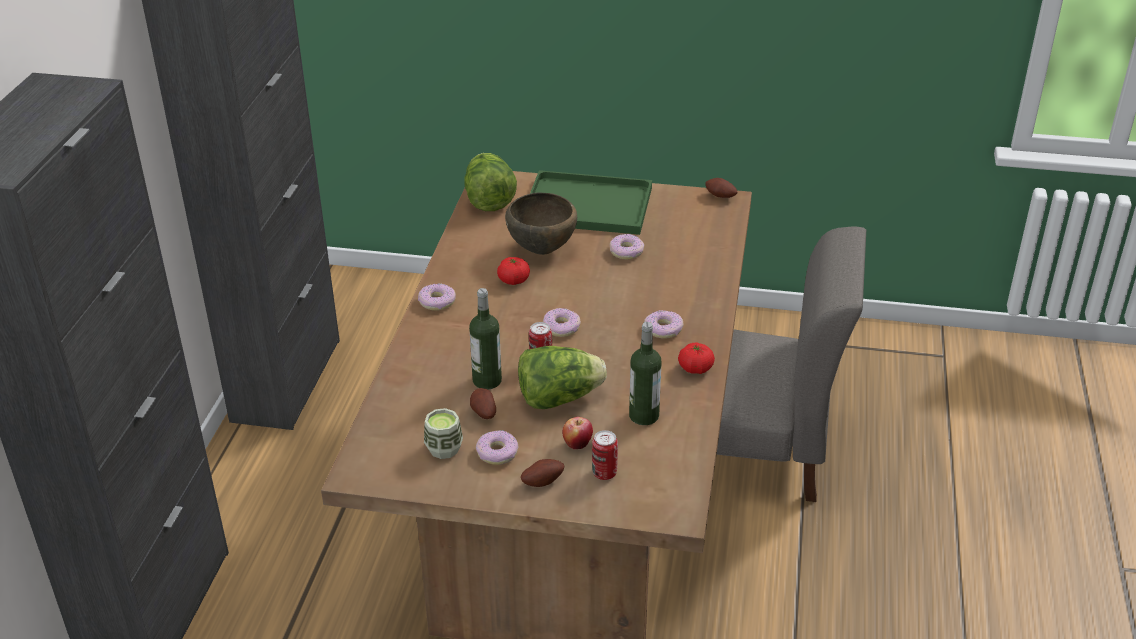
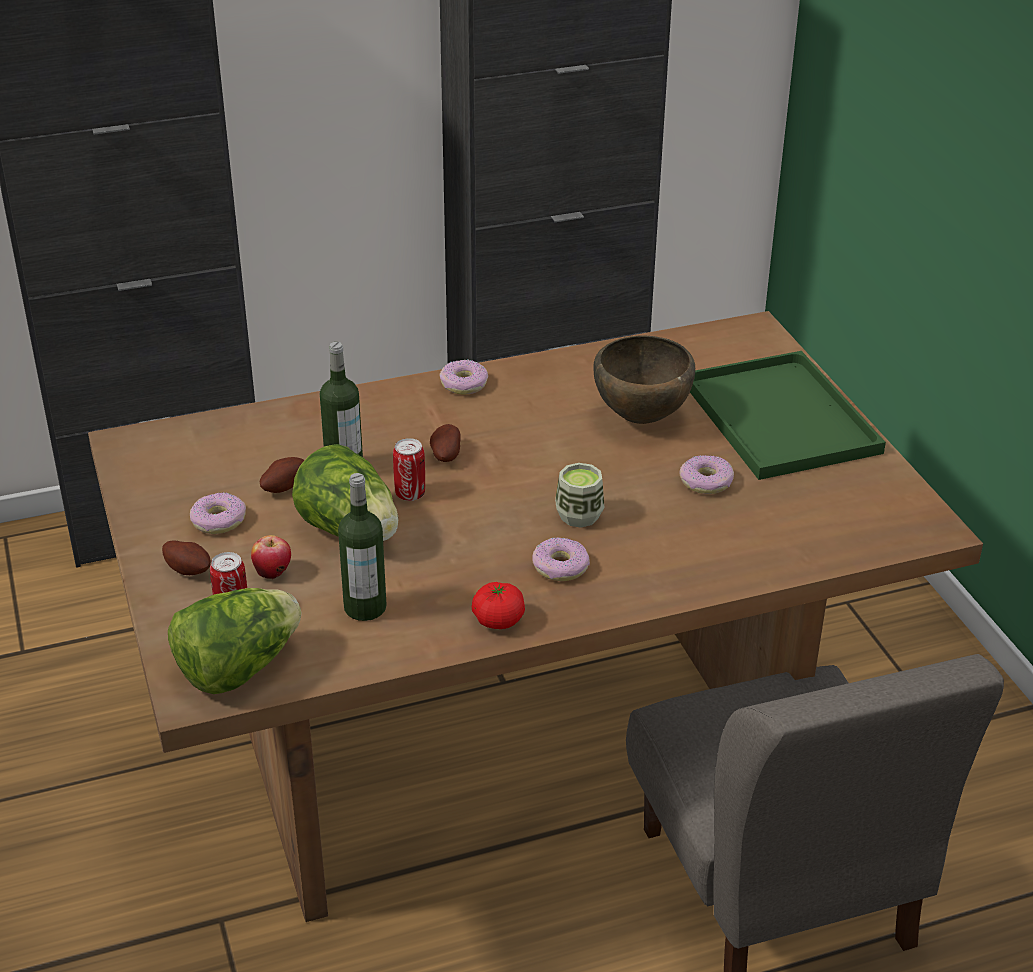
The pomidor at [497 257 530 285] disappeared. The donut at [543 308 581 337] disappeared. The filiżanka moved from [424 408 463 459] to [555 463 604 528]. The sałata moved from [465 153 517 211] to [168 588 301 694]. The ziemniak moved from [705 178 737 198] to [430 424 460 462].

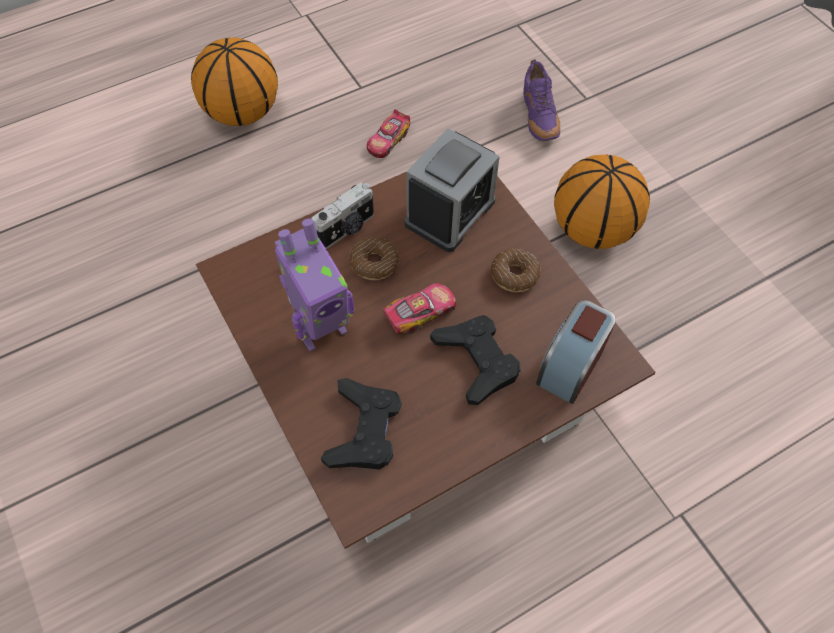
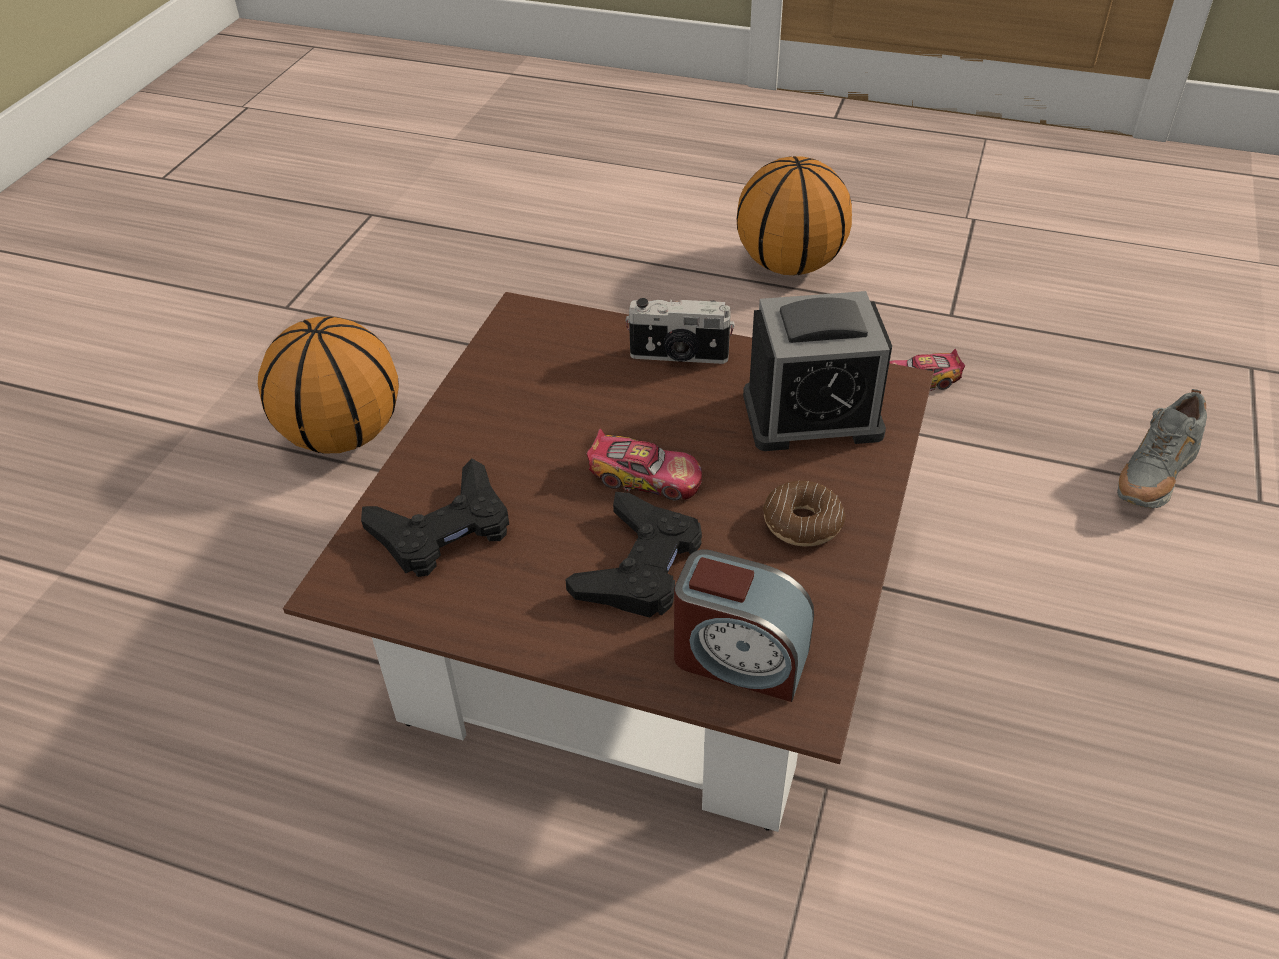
The robot zabawkowy at [275 218 354 351] disappeared. The donut at [349 237 399 280] disappeared. The piłka do koszykówki moved from [554 155 650 249] to [258 317 399 454]. The but (fioletowy) at [523 59 560 141] became the but (szary) at [1117 389 1207 508]. The budzik at [536 300 616 404] turned 150 degrees counterclockwise.

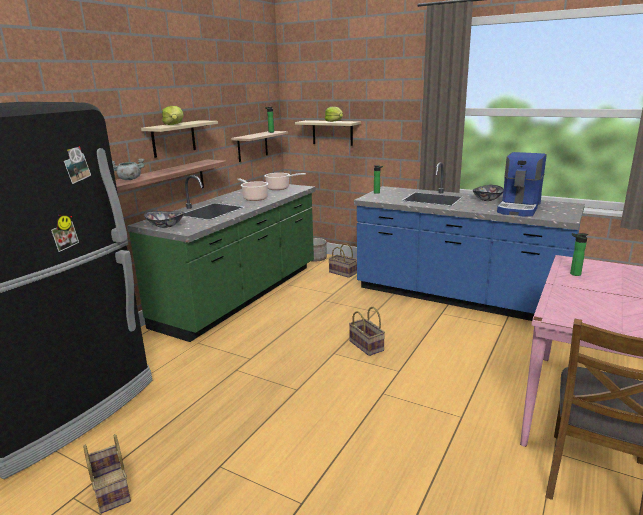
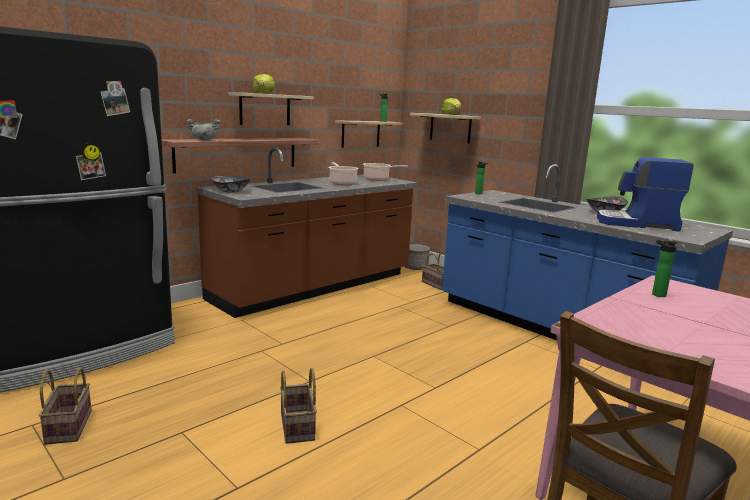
The koszyk moved from [349 307 385 356] to [280 368 317 444]. The zabudowa kuchenna (zielony) at [127 175 315 342] became the zabudowa kuchenna (brązowy) at [196 148 418 318]. The ekspres do kawy at [497 152 546 217] turned 60 degrees clockwise.

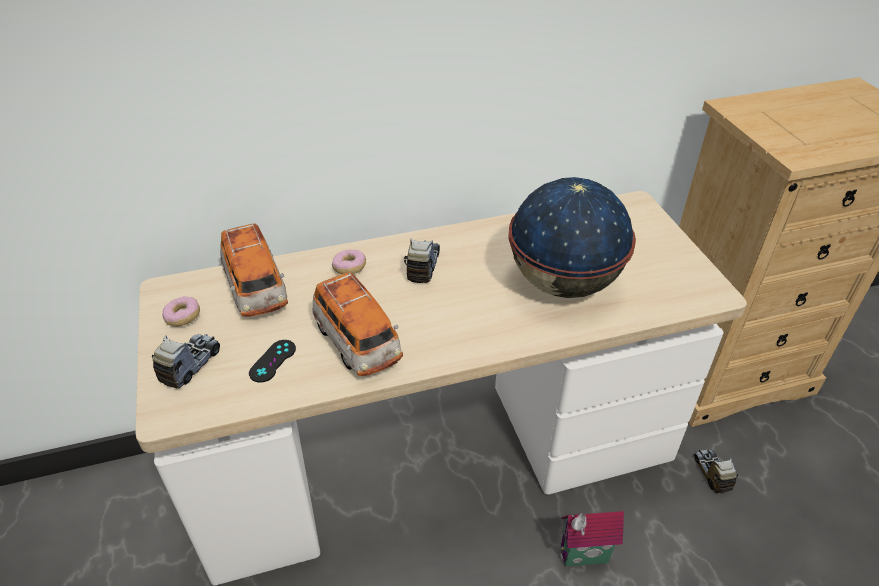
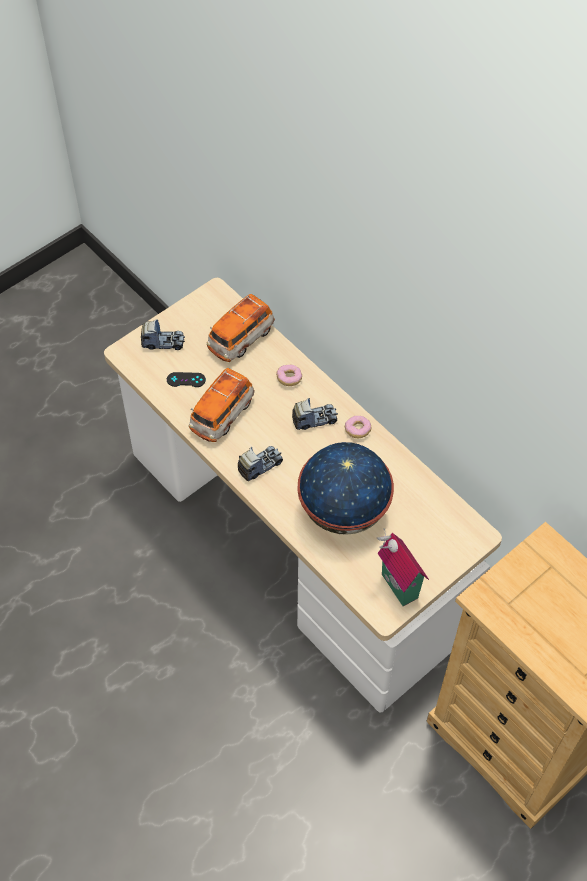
The donut moved from [162 296 200 327] to [345 416 372 438]. The domek moved from [560 511 624 566] to [377 528 429 606]. The ciężarówka zabawkowa moved from [694 448 738 493] to [238 446 283 481].

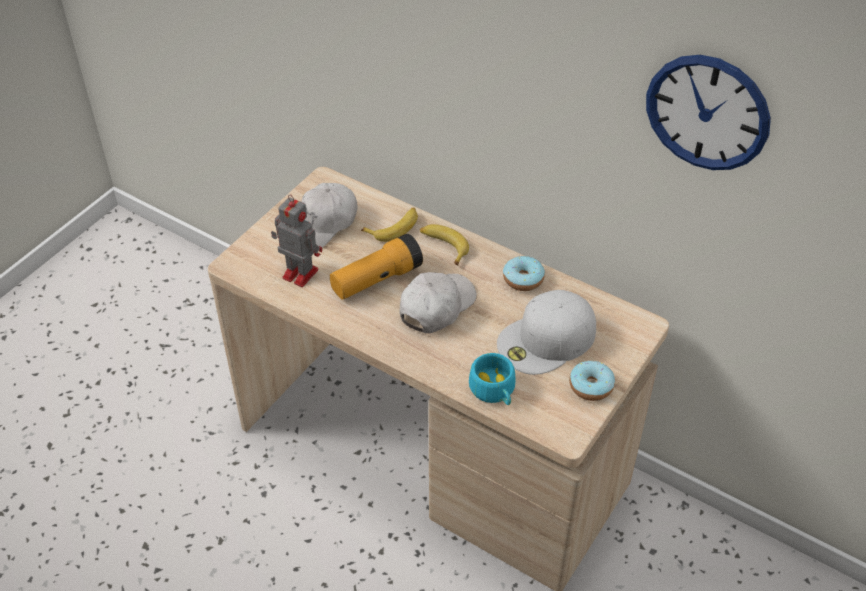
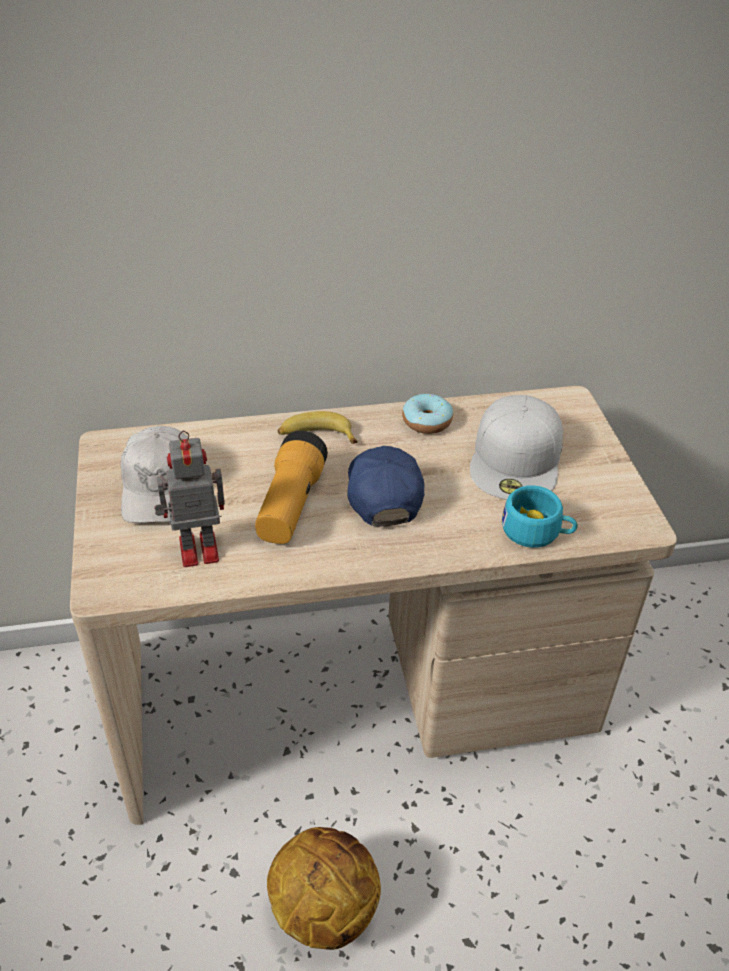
The banan at [361 208 418 242] disappeared. The donut at [569 361 615 401] disappeared. The zegar ścienny at [646 55 771 170] disappeared. The piłka do koszykówki at [267 827 381 950] appeared. The czapka z daszkiem (biały) at [400 272 477 333] became the czapka z daszkiem (niebieski) at [347 446 424 527].

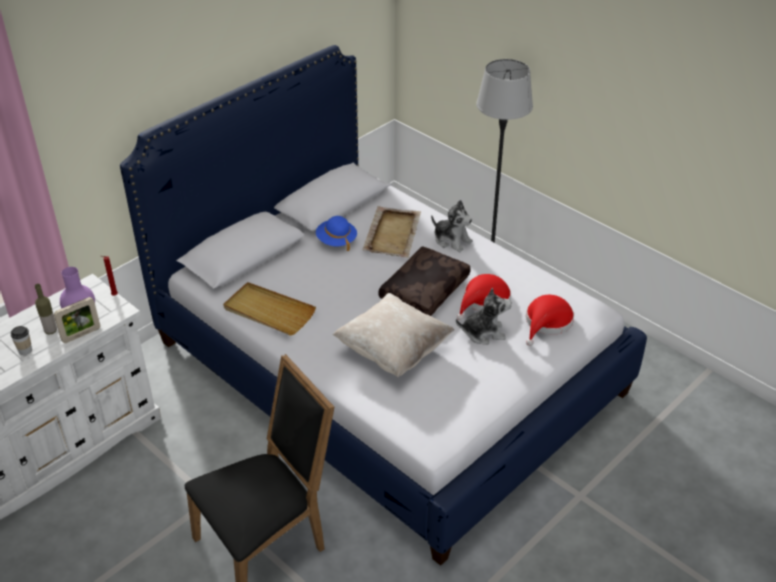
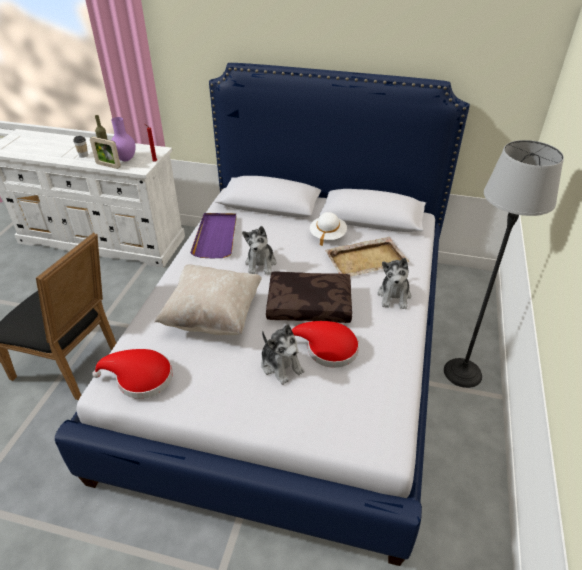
The pluszak at [242 226 276 275] appeared. The kapelusz (czerwony) moved from [526 295 574 346] to [92 349 173 399]. The taca (beżowy) at [223 282 316 336] became the taca (fioletowy) at [190 213 236 258]. The kapelusz (niebieski) at [316 216 357 251] became the kapelusz (biały) at [310 212 347 246].

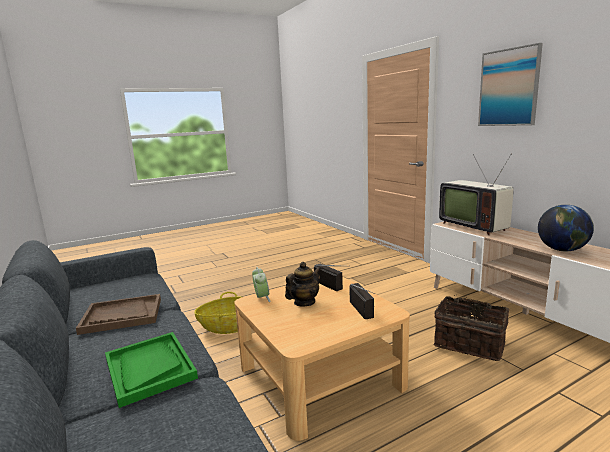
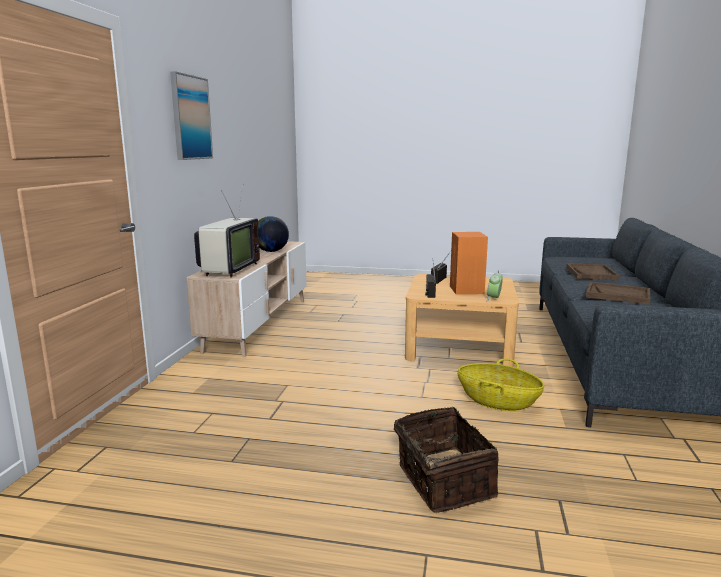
The koszyk moved from [433 295 509 361] to [394 407 499 513]. The imbryk at [285 262 321 307] was replaced by the głośnik (pomarańczowy) at [450 232 488 295]. The taca (zielony) at [105 332 198 408] became the taca (brązowy) at [566 263 619 280].

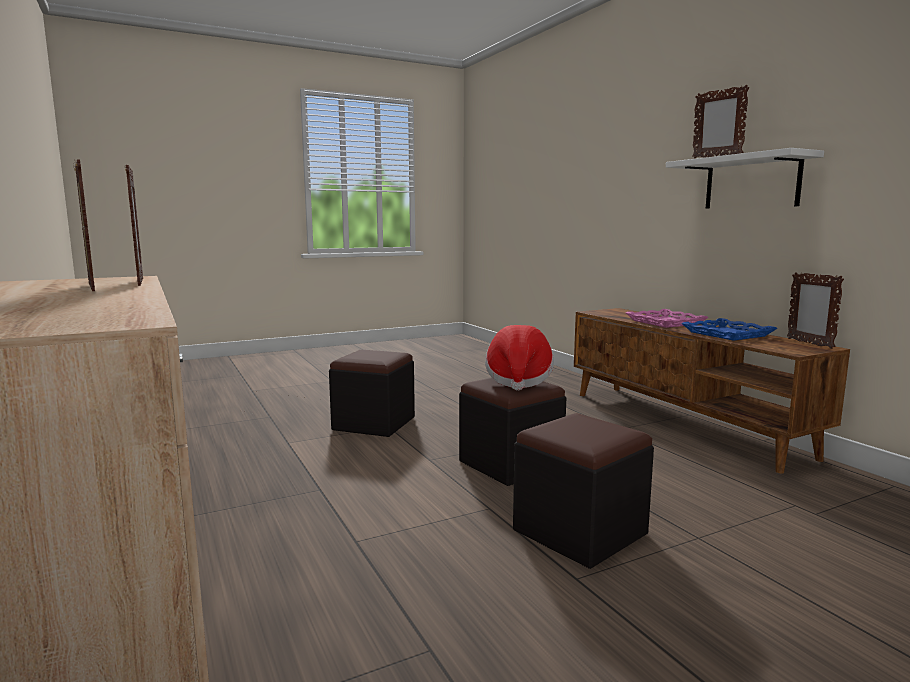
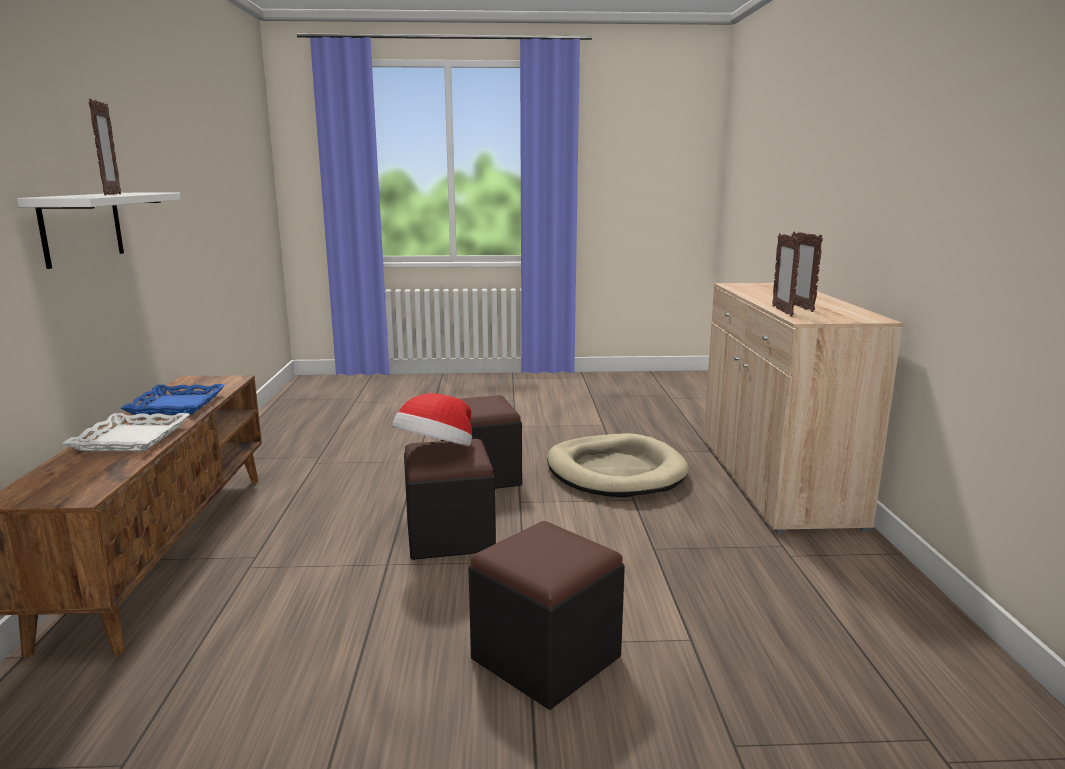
The ramka na zdjęcie at [787 272 844 349] disappeared. The legowisko (beżowy) at [547 433 689 497] appeared. The taca (różowy) at [626 309 709 328] became the taca (biały) at [62 413 190 451].

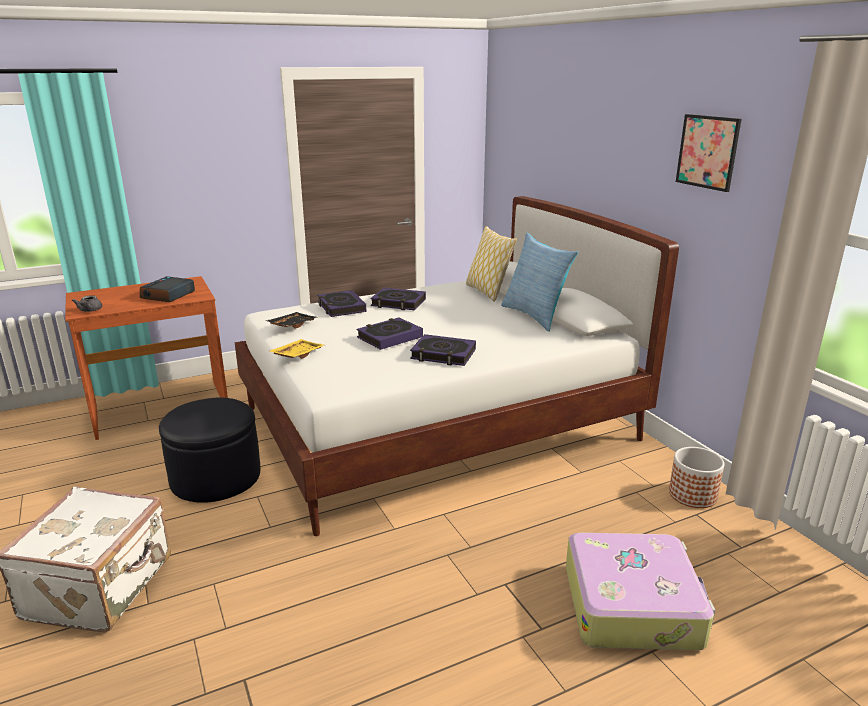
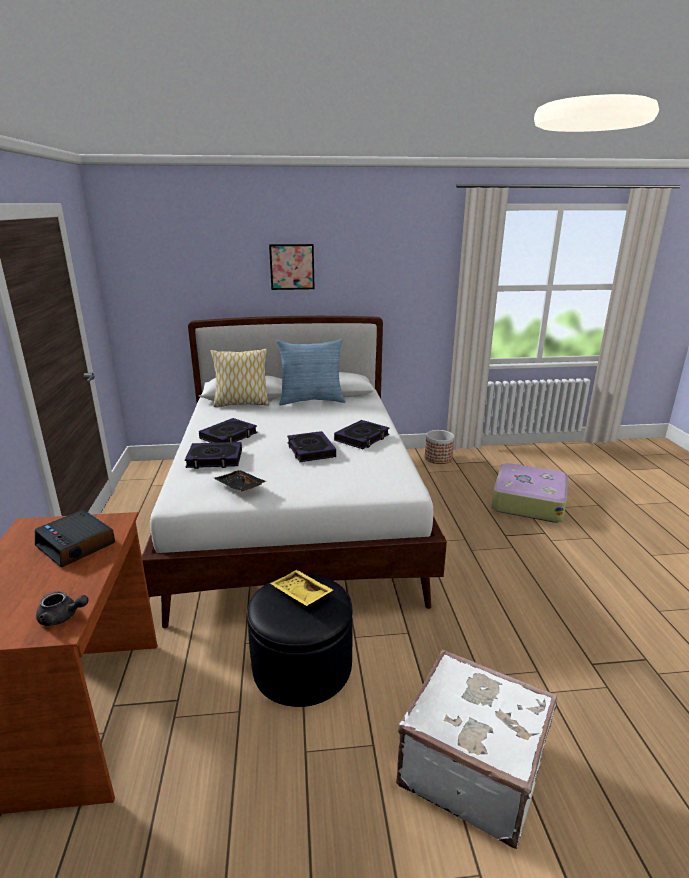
The taca (żółty) moved from [269 339 325 359] to [270 570 333 606]. The obraz moved from [676 114 742 192] to [269 244 315 290].

